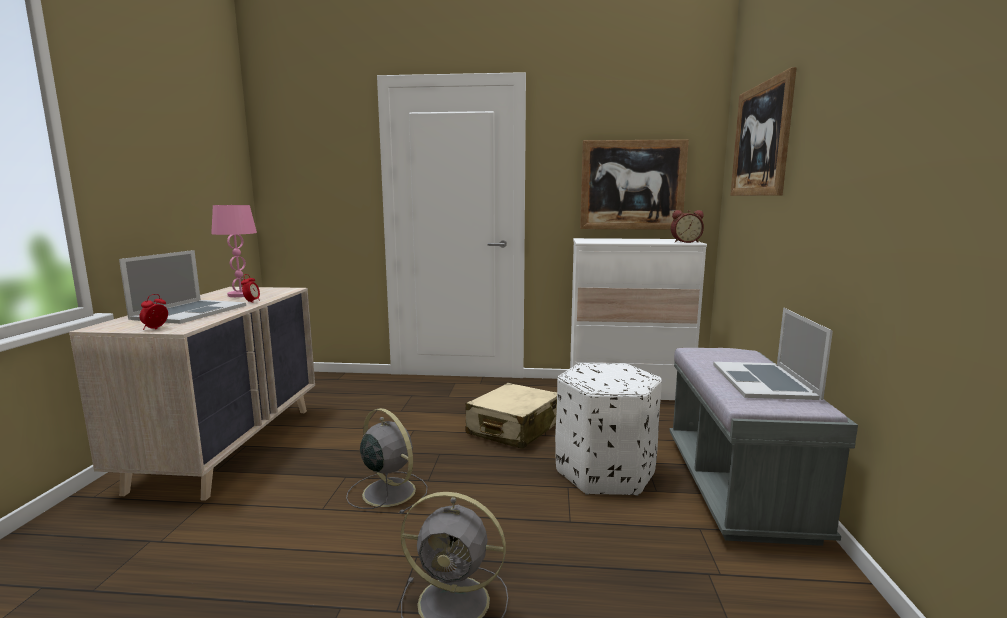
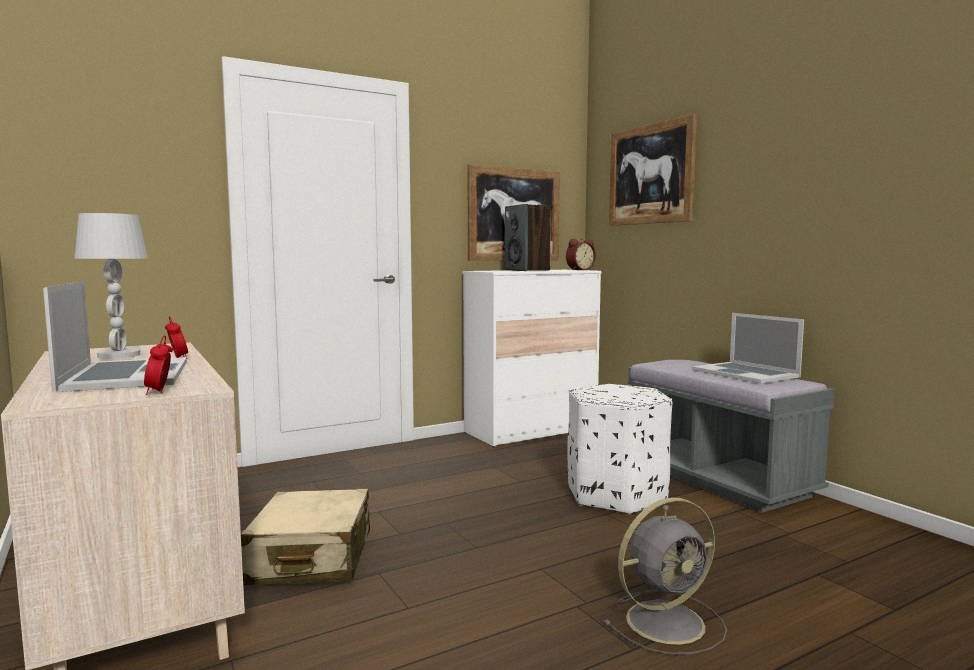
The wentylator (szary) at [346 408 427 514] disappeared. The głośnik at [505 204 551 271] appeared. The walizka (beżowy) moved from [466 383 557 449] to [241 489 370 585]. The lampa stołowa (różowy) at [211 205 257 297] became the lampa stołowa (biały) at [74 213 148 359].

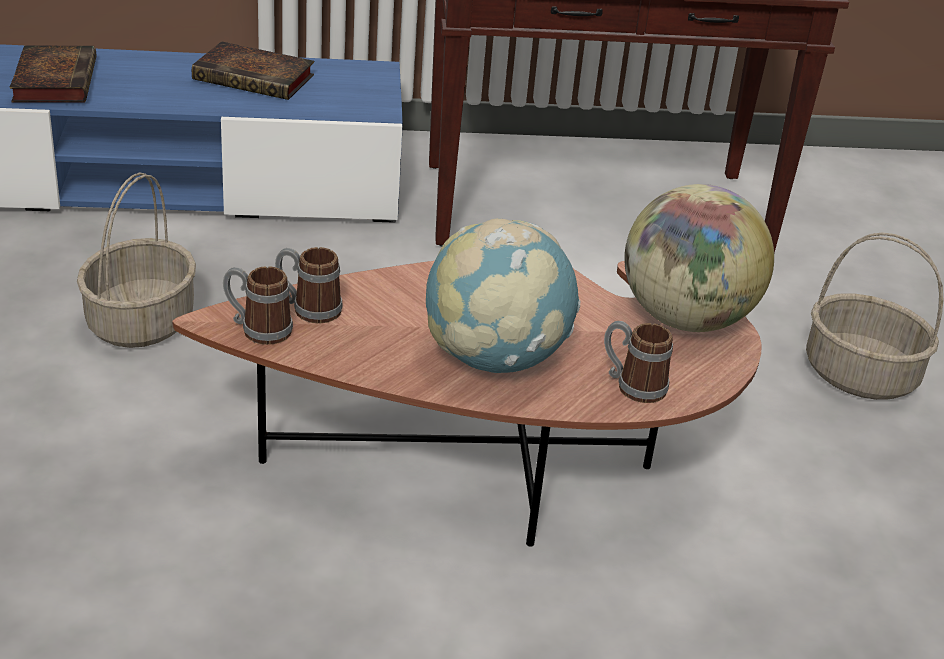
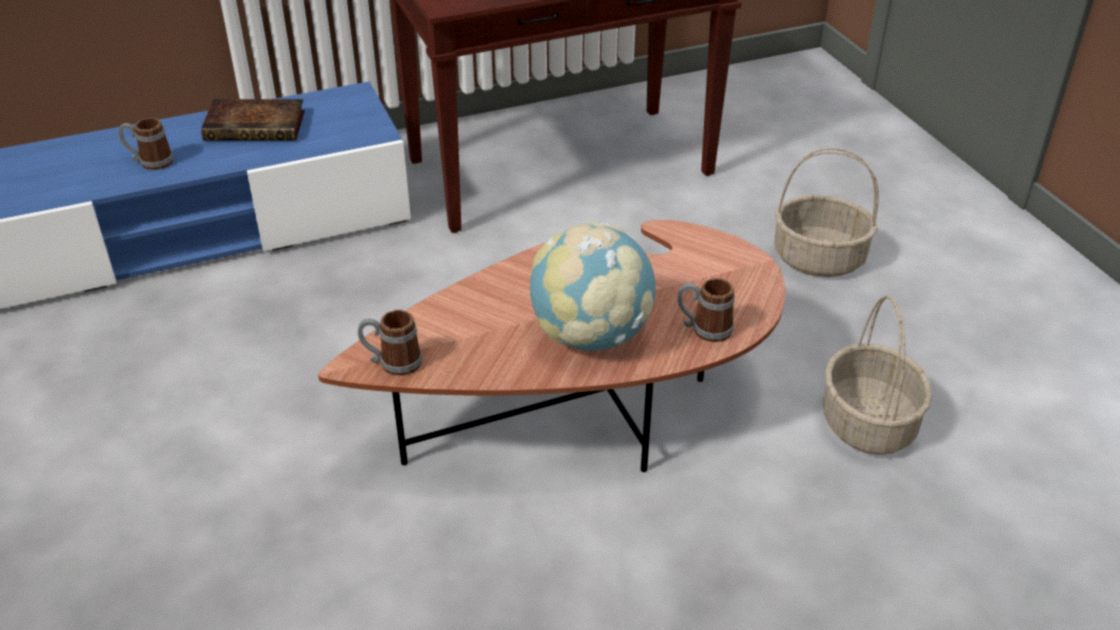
The książka at [9 45 97 103] disappeared. The globus at [624 184 774 332] disappeared. The koszyk moved from [77 172 196 348] to [823 295 932 455]. The kubek moved from [275 247 343 323] to [118 118 173 170].

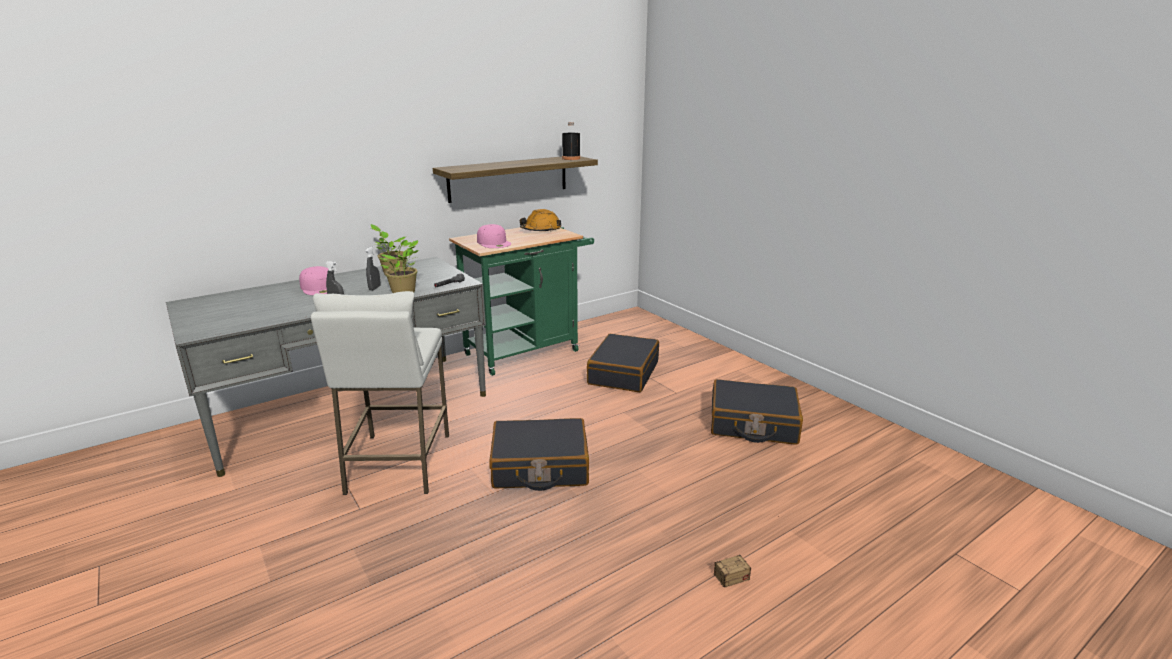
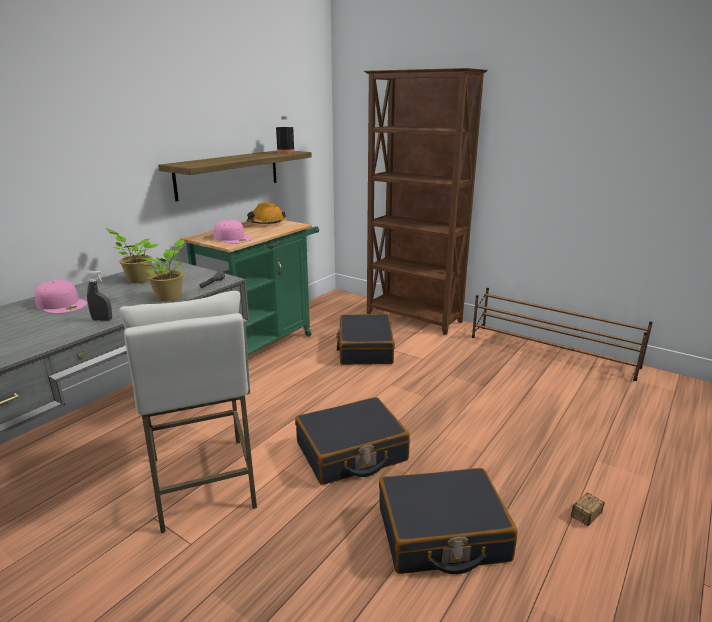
The spryskiwacz (szary) at [366 246 380 291] disappeared. The regał (brązowy) at [364 68 488 335] appeared. The regał na buty (brązowy) at [472 288 653 381] appeared. The walizka (czarny) moved from [711 379 803 445] to [379 468 518 574].

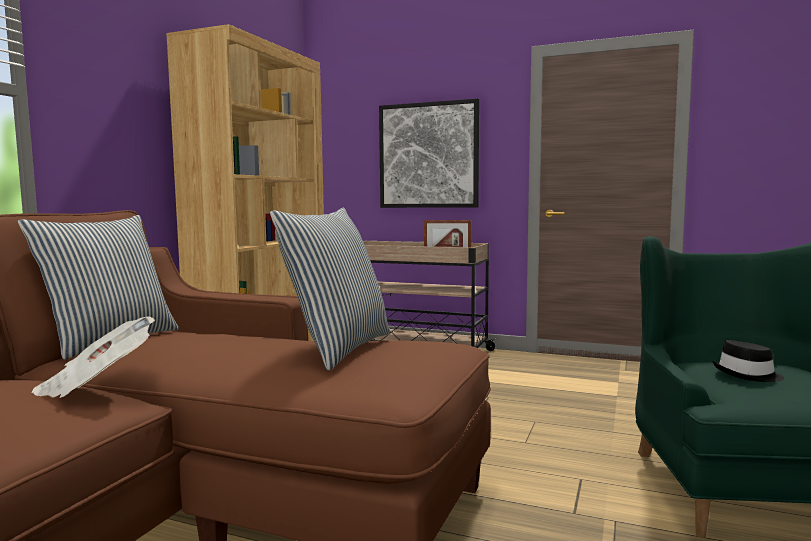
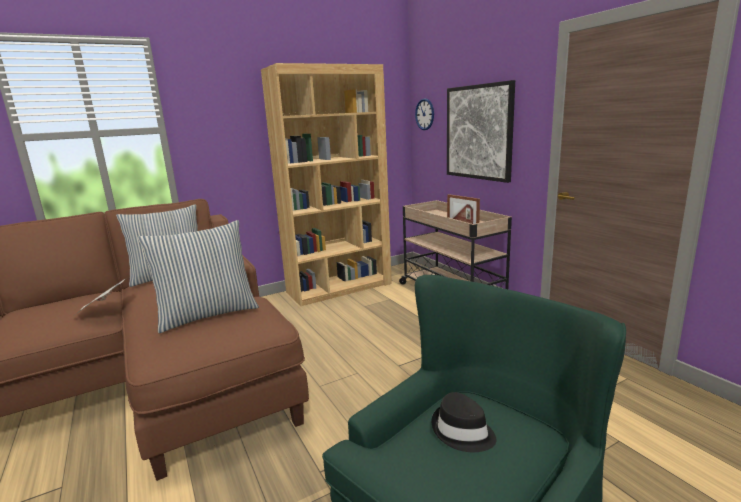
The zegar ścienny at [415 98 434 130] appeared.

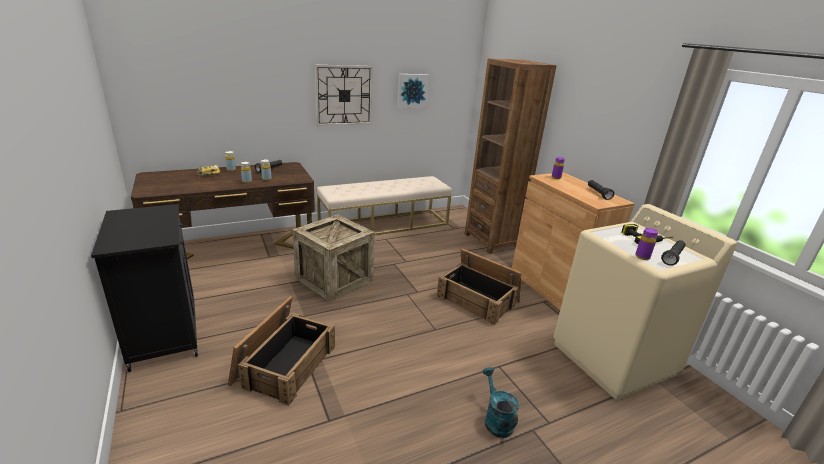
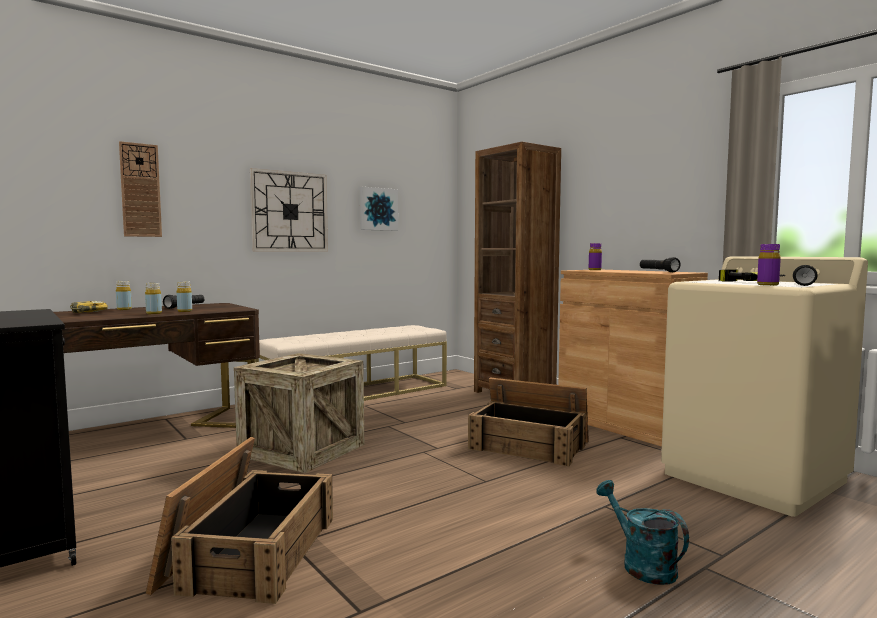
The zegar ścienny at [119 141 162 237] appeared.

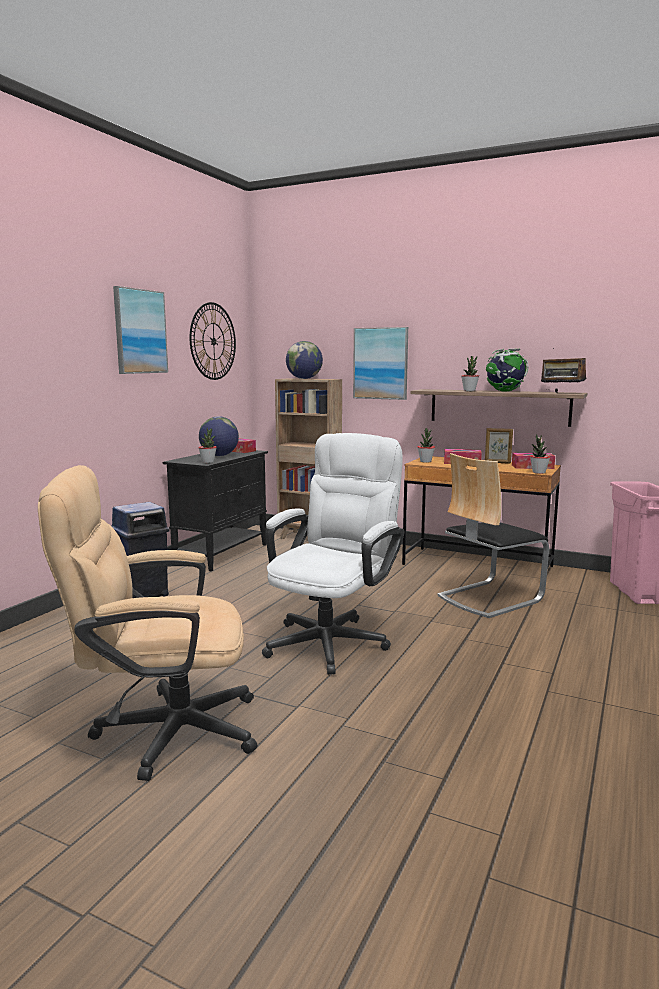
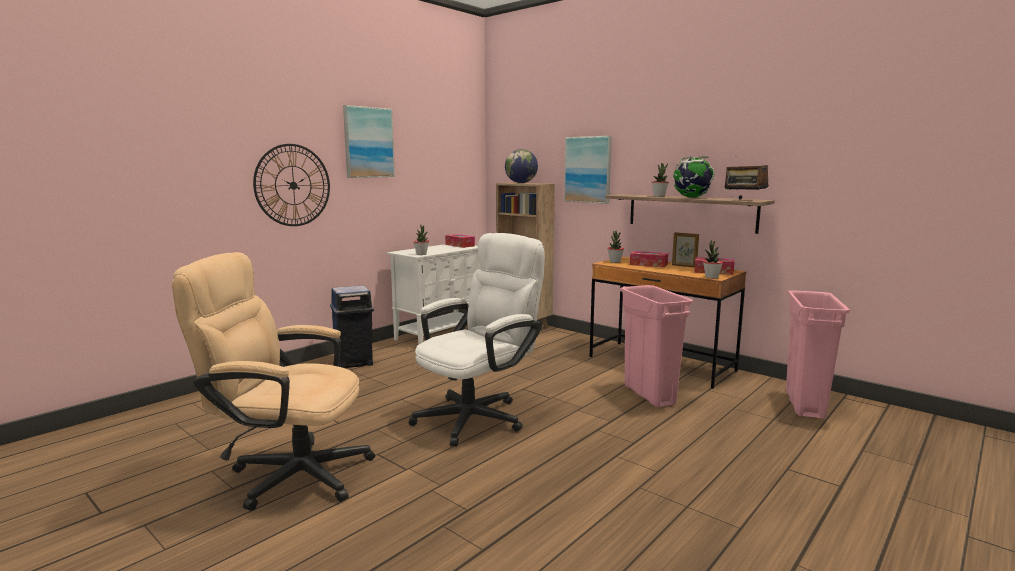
The globus at [199 416 239 456] disappeared. The zegar ścienny moved from [190 302 236 380] to [253 144 330 226]. The krzesło at [437 453 549 618] was replaced by the kosz na śmieci (różowy) at [620 285 693 407]. The szafka (czarny) at [163 450 268 571] became the szafka (biały) at [387 244 478 344].

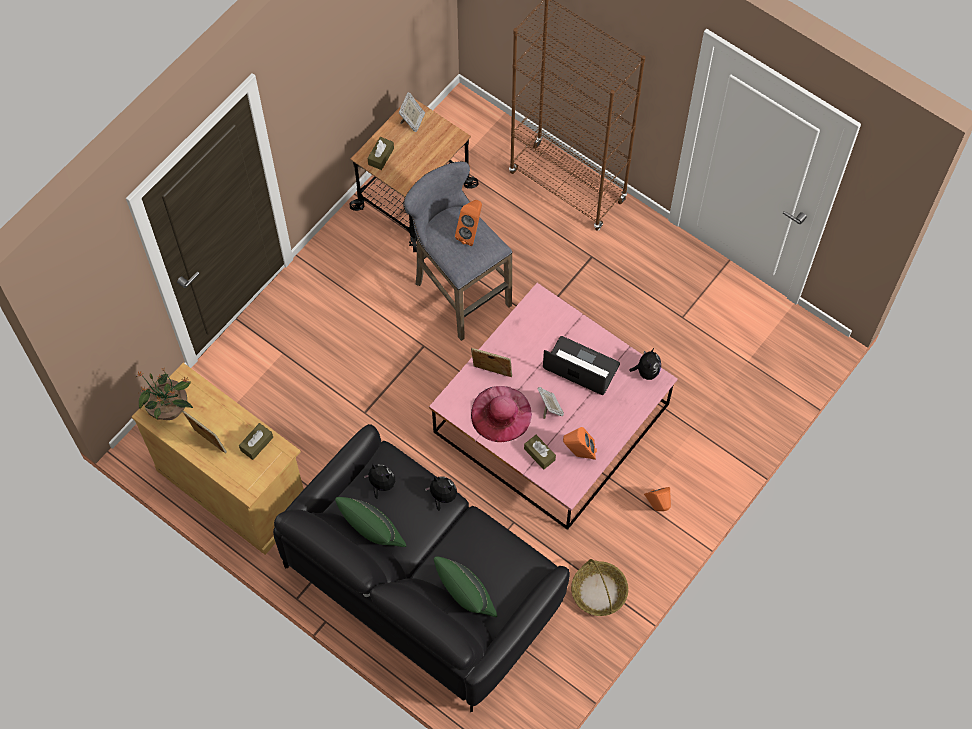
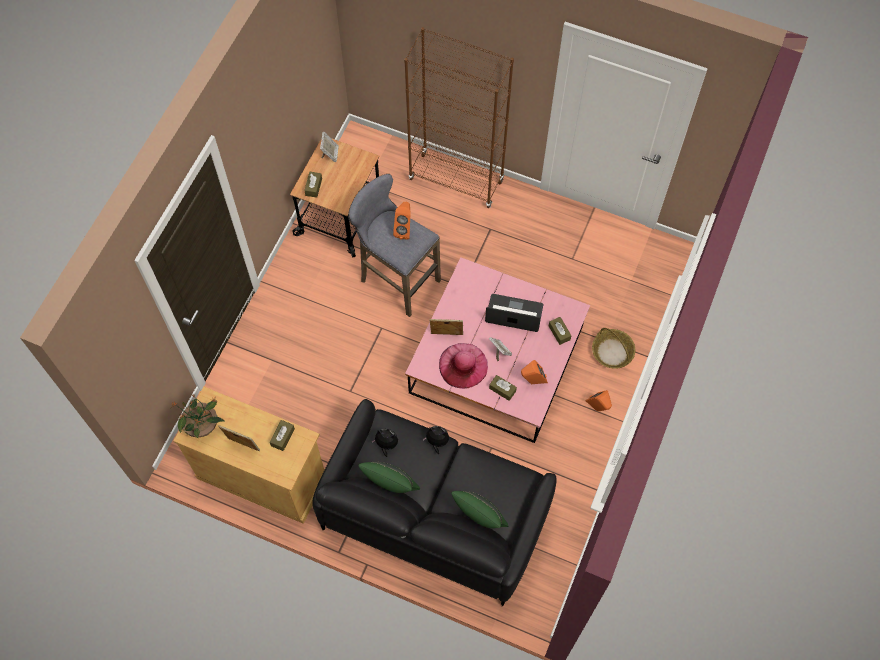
The pluszak at [629 348 661 380] disappeared. The pudełko chusteczek (brązowy) at [549 317 572 345] appeared. The koszyk moved from [571 559 628 616] to [592 328 635 369].

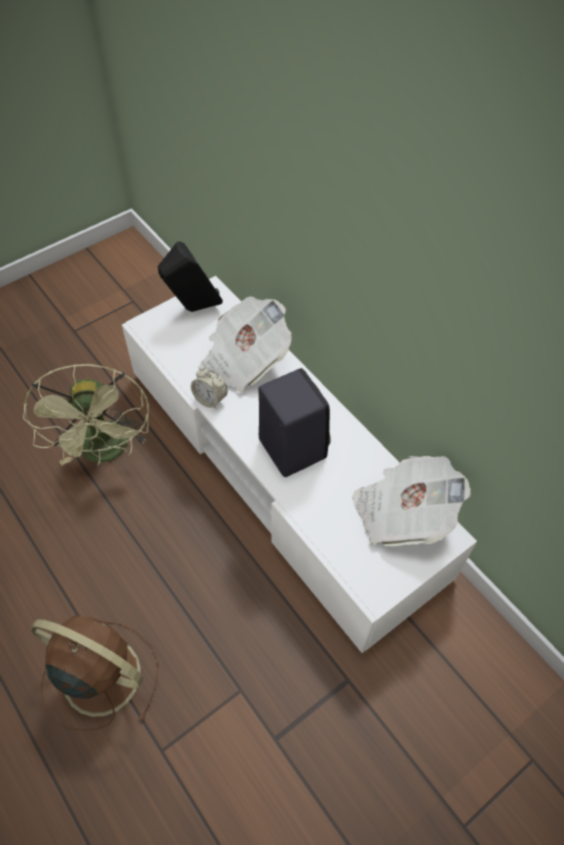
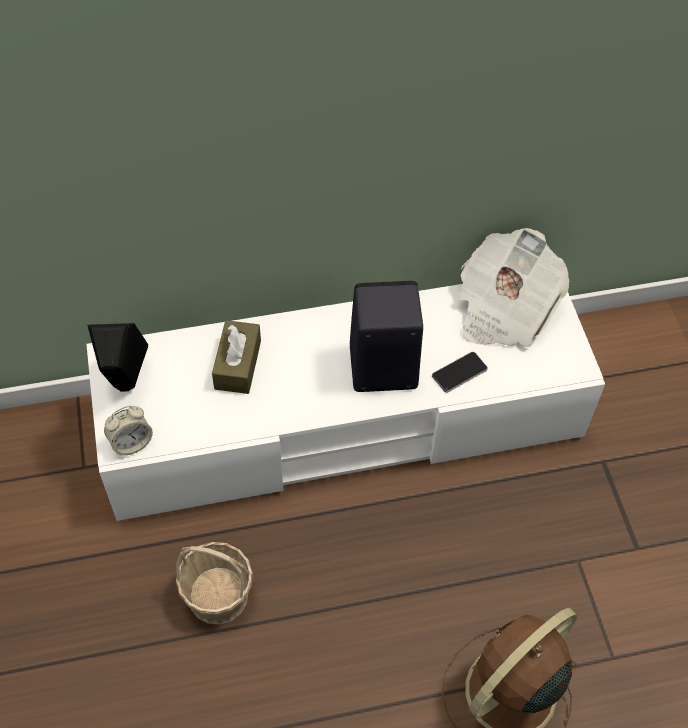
The telefon at [432 352 488 393] appeared. The budzik moved from [191 367 228 409] to [104 406 153 456]. The wentylator (zielony) at [23 364 149 466] was replaced by the koszyk at [176 542 253 625]. The gazeta at [199 296 292 392] was replaced by the pudełko chusteczek (brązowy) at [212 320 261 394].

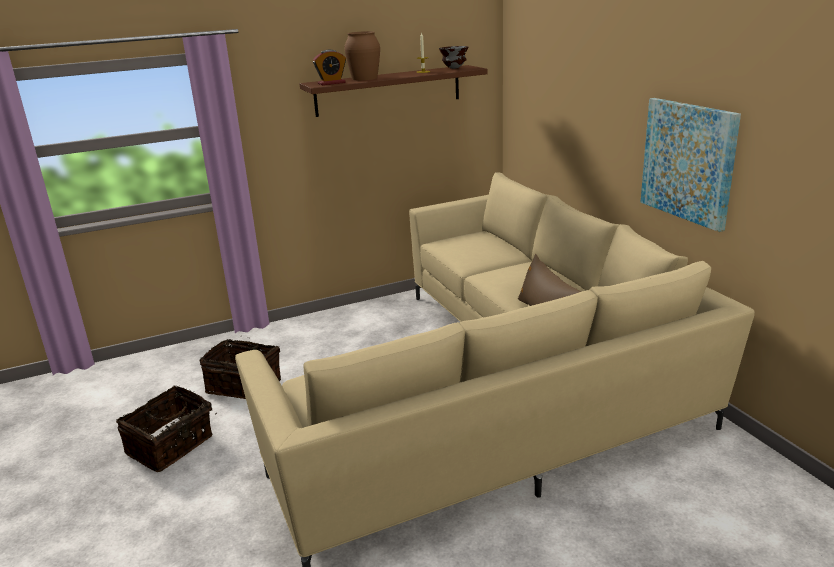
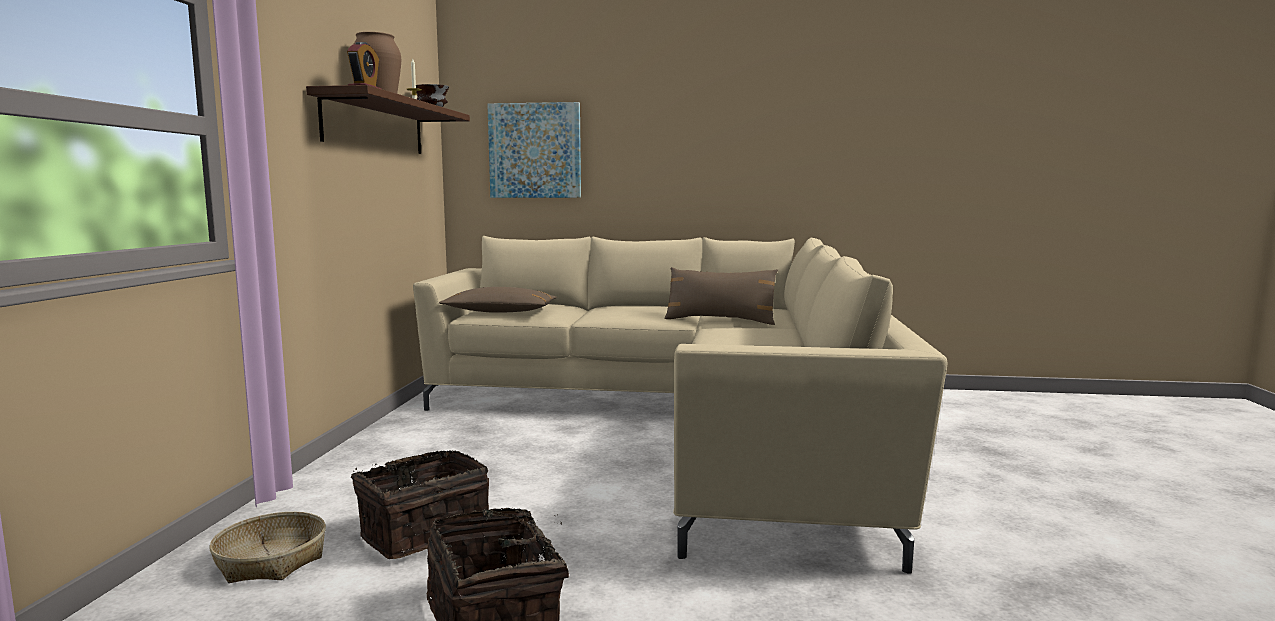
The koszyk at [209 512 326 583] appeared. The poduszka (brązowy) at [439 287 557 313] appeared. The obraz moved from [640 98 741 232] to [487 102 581 198].

